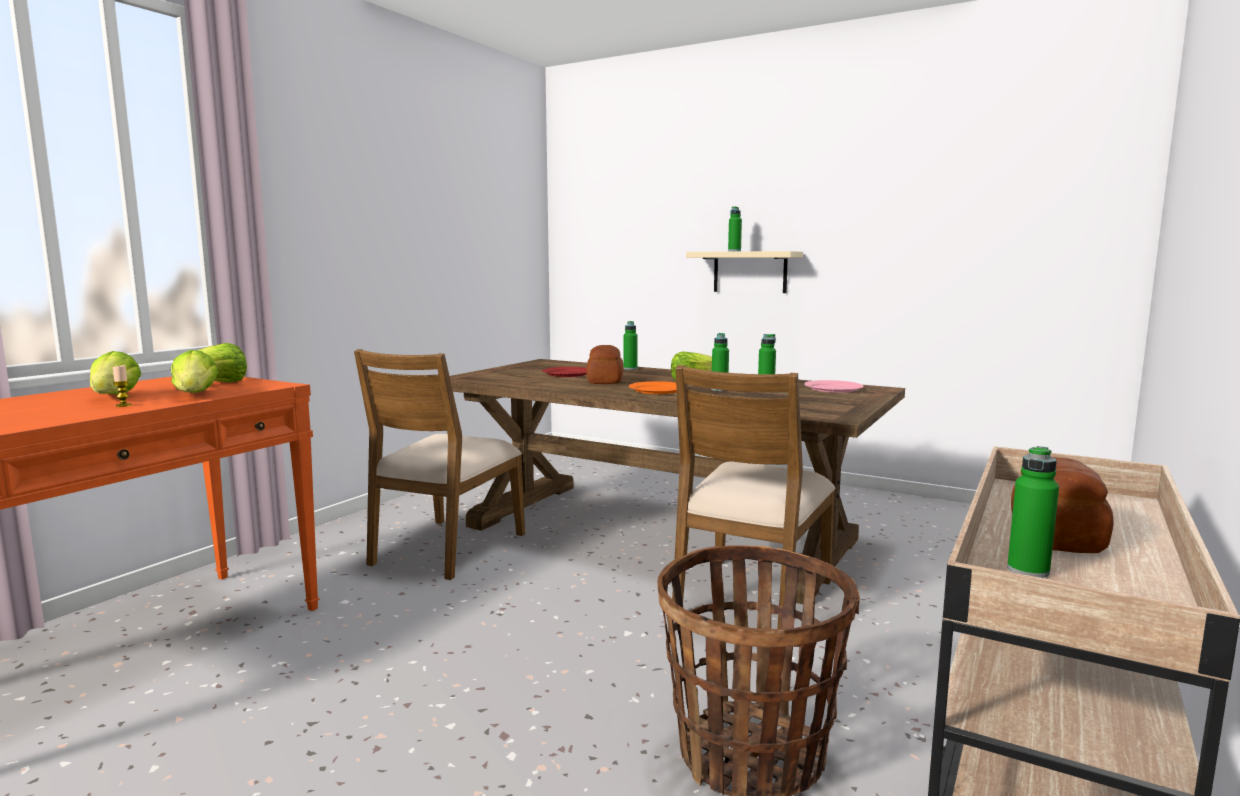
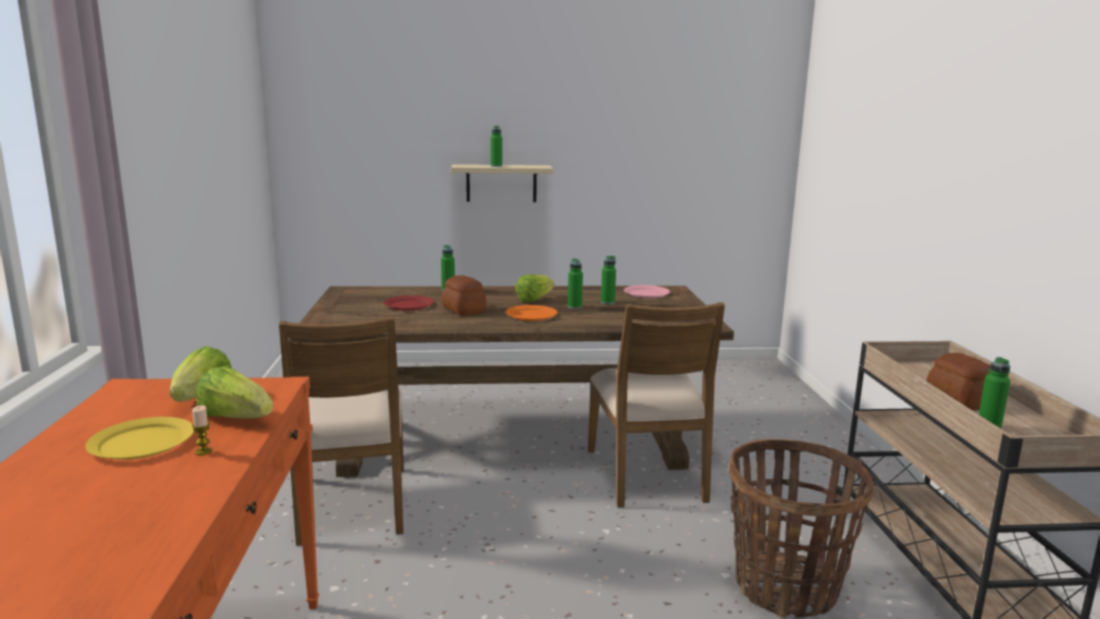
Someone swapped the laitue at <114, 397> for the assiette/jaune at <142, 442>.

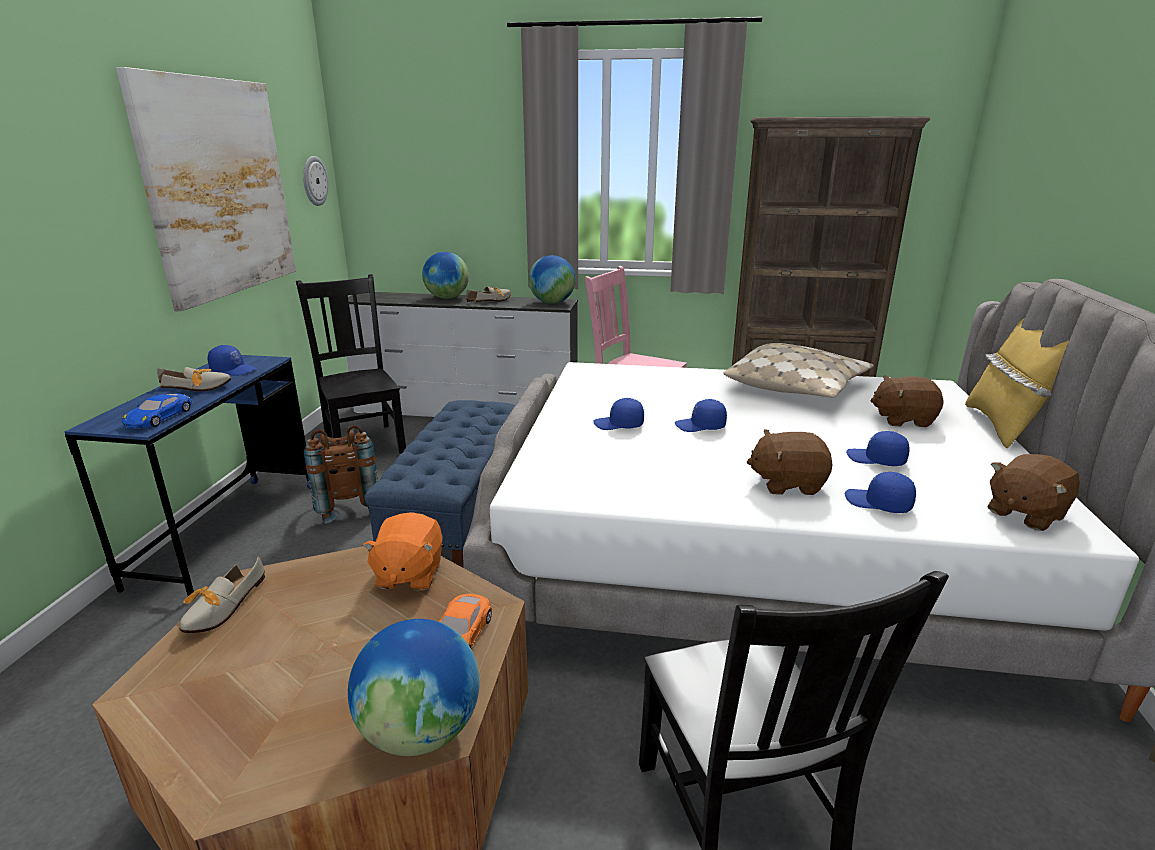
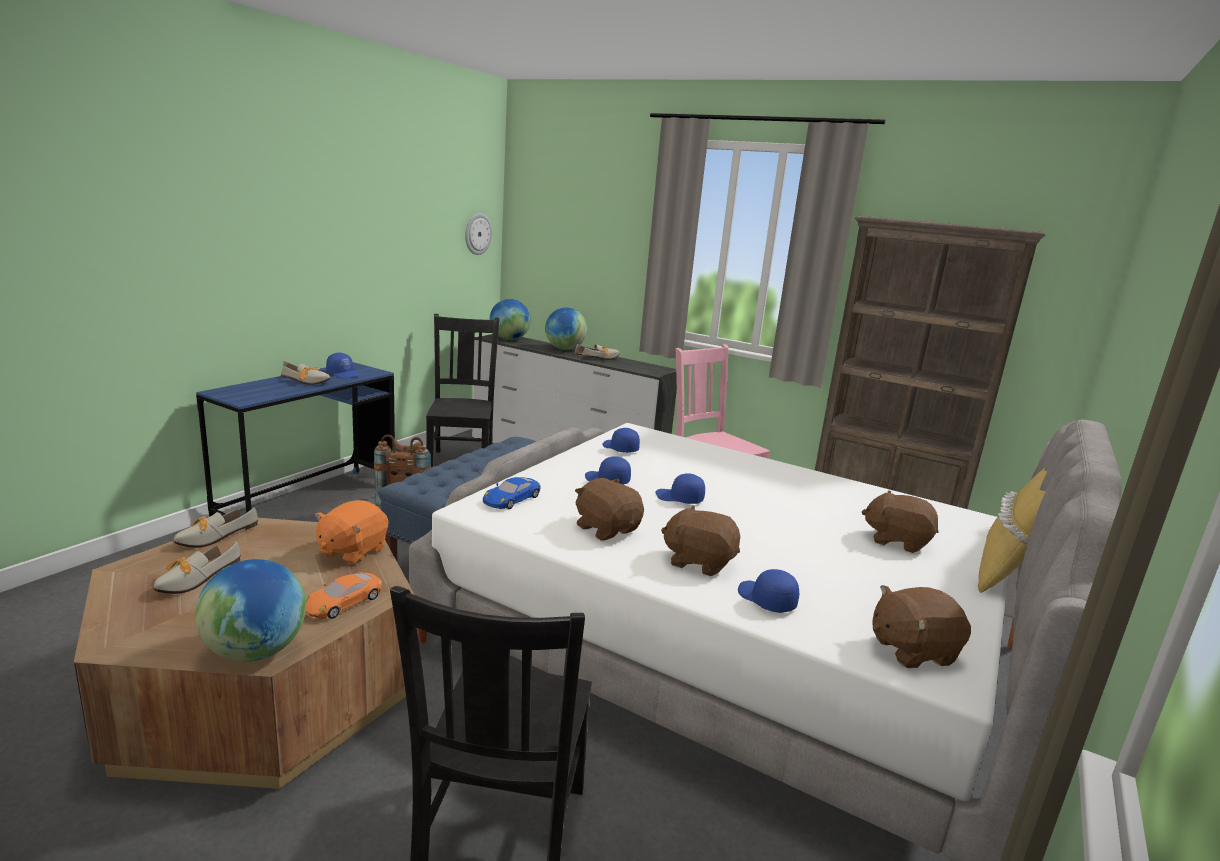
Someone took away the tableau at <219, 188>.
Someone carried the petite voiture/bleu from <159, 417> to <512, 499>.
Someone carried the globe from <552, 303> to <509, 339>.
Someone took away the coussin/beige at <797, 387>.
Someone carried the casquette/bleu from <876, 459> to <619, 448>.
Someone put down the chaussure at <192, 580>.
Someone put down the peluche/marron at <607, 529>.

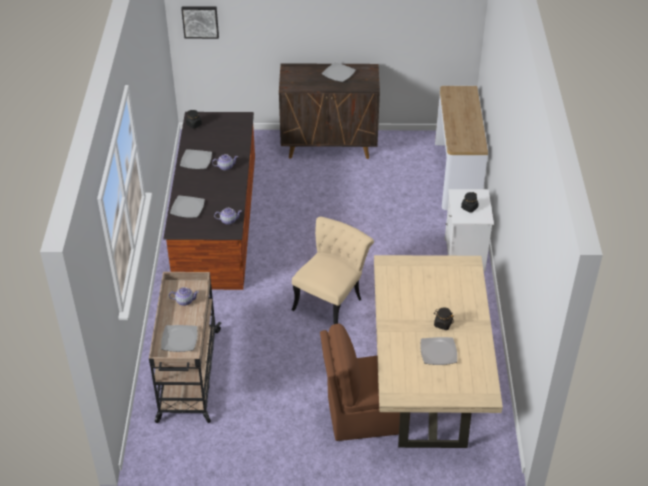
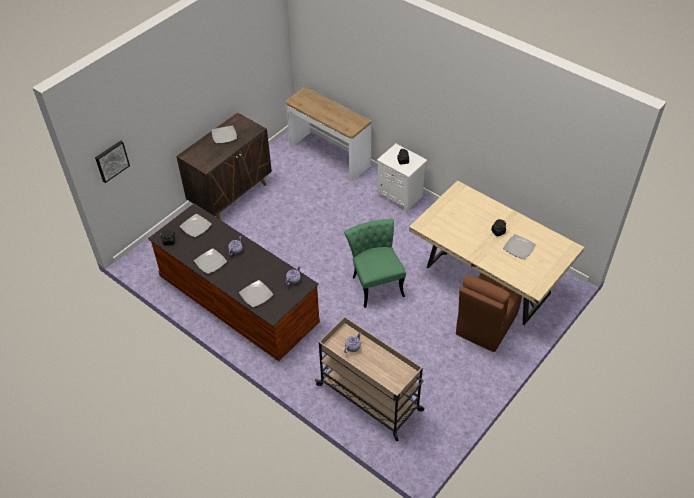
Someone carried the assiette from <180, 339> to <195, 226>.
Someone repainted the chaise/beige at <331, 300>, which became the chaise/vert at <375, 282>.

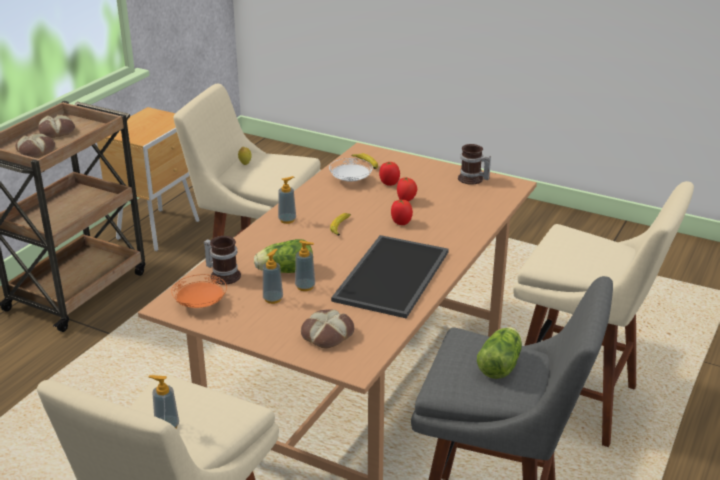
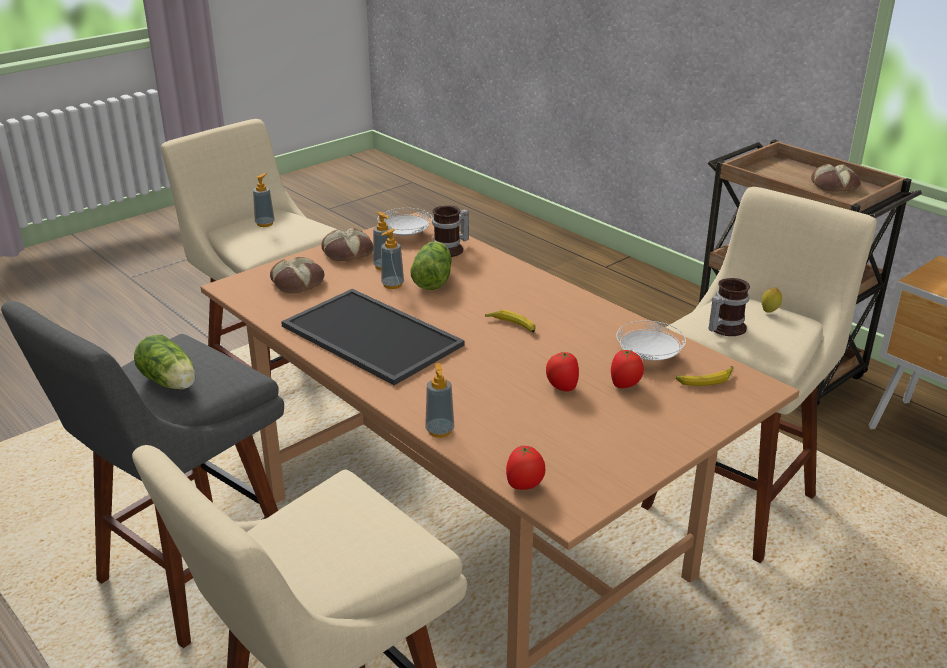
Someone carried the pain from <36, 150> to <348, 253>.
Someone repainted the assiette/orange at <200, 304>, which became the assiette/blanc at <405, 235>.
Someone carried the distributeur de savon from <287, 220> to <440, 431>.
Someone carried the tomate from <401, 222> to <525, 486>.
Someone carried the mug from <472, 180> to <723, 328>.

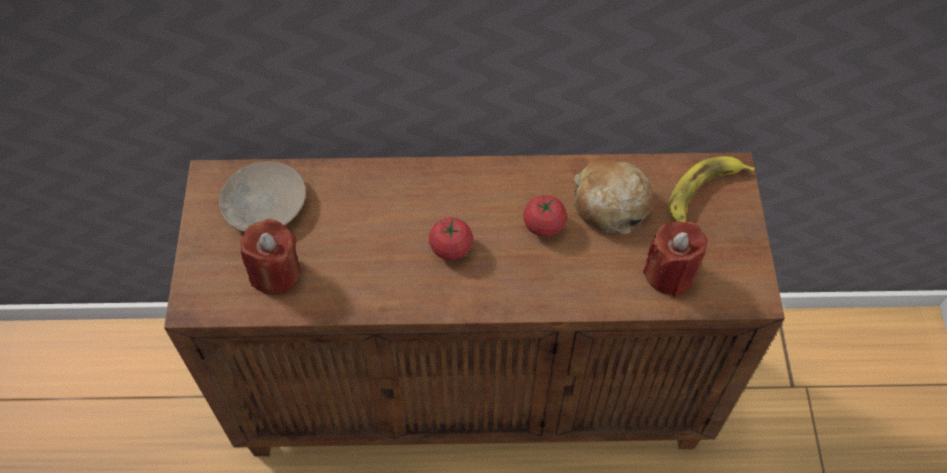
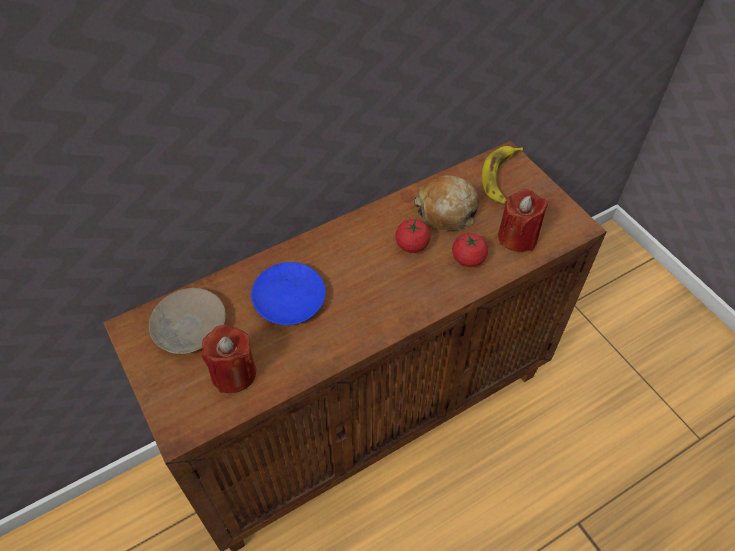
Someone carried the tomate from <451, 248> to <468, 259>.
Someone put down the assiette/bleu at <289, 298>.

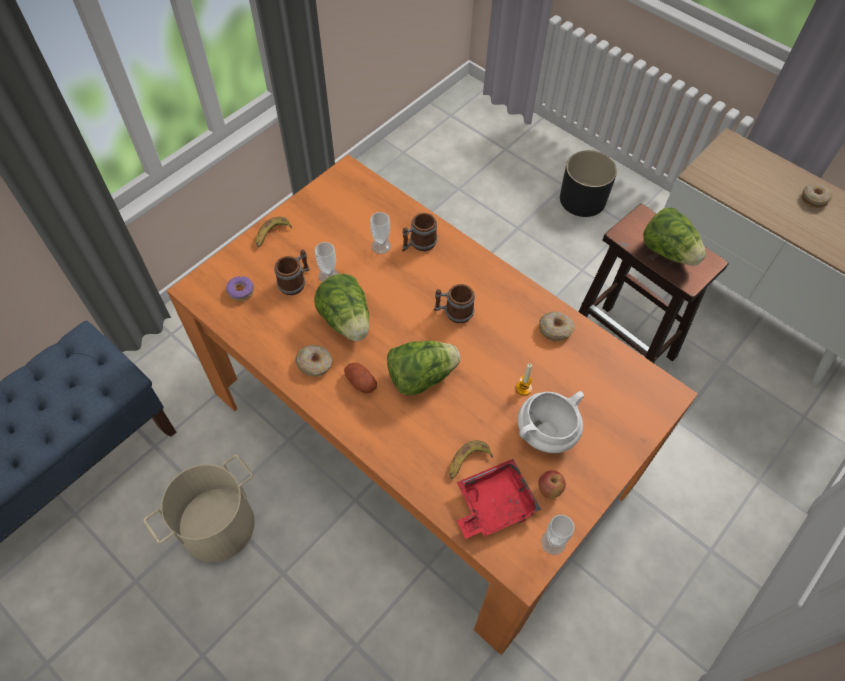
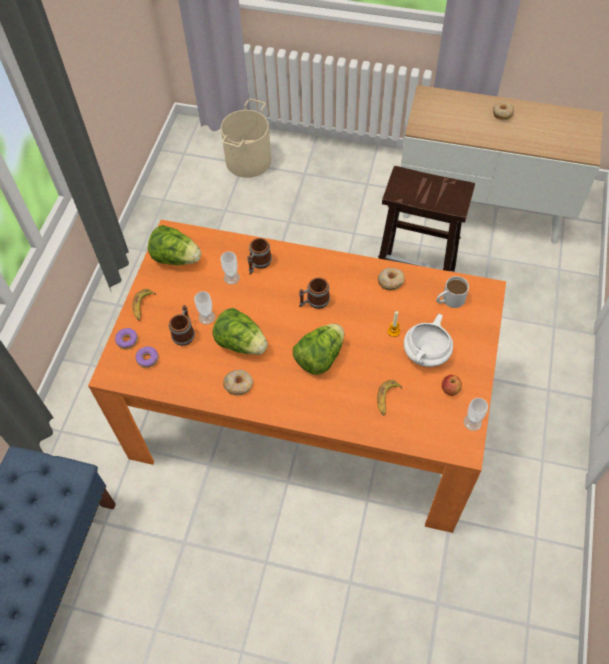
Someone carried the seau/beige from <218, 526> to <249, 160>.
Someone took away the pomme de terre at <360, 382>.
Someone took away the plateau/rouge at <494, 504>.
Someone took away the cache-pot/noir at <583, 199>.
Someone carried the laitue from <668, 251> to <176, 258>.
Someone put down the beignet at <127, 341>.
Someone put down the mug/blanc at <449, 300>.

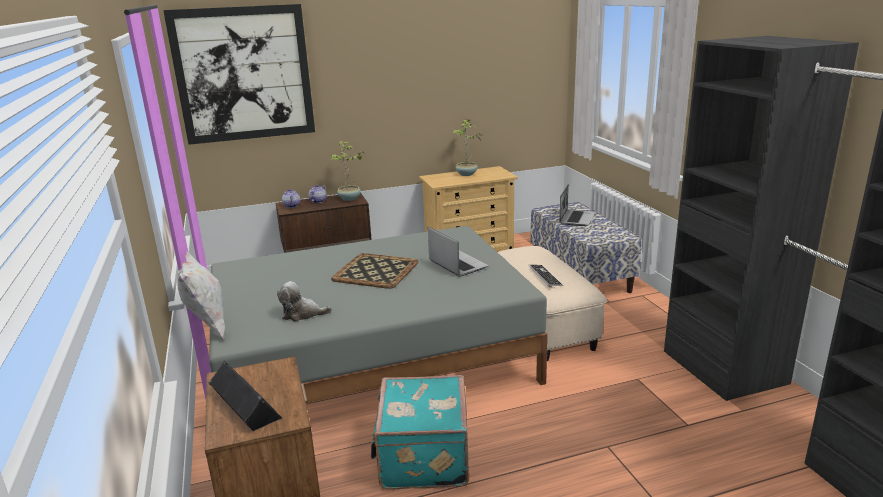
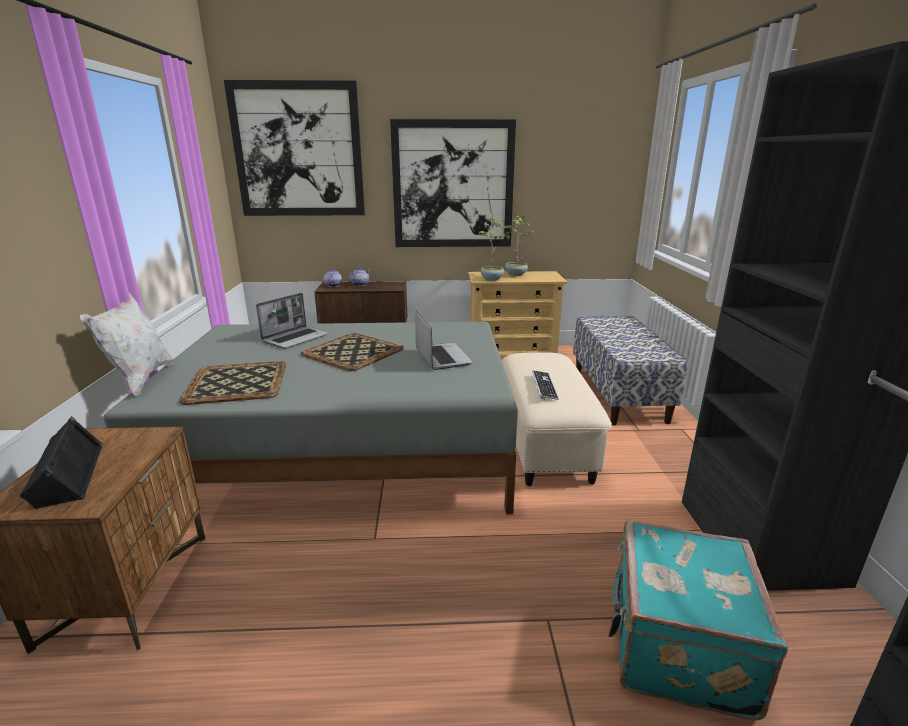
Someone swapped the peluche at <302, 314> for the plateau at <238, 383>.
Someone carried the plante en pot from <350, 198> to <492, 279>.
Someone carried the valise/turquoise from <422, 457> to <675, 646>.
Someone carried the ordinateur portable from <576, 218> to <296, 338>.
Someone put up the tableau at <453, 185>.

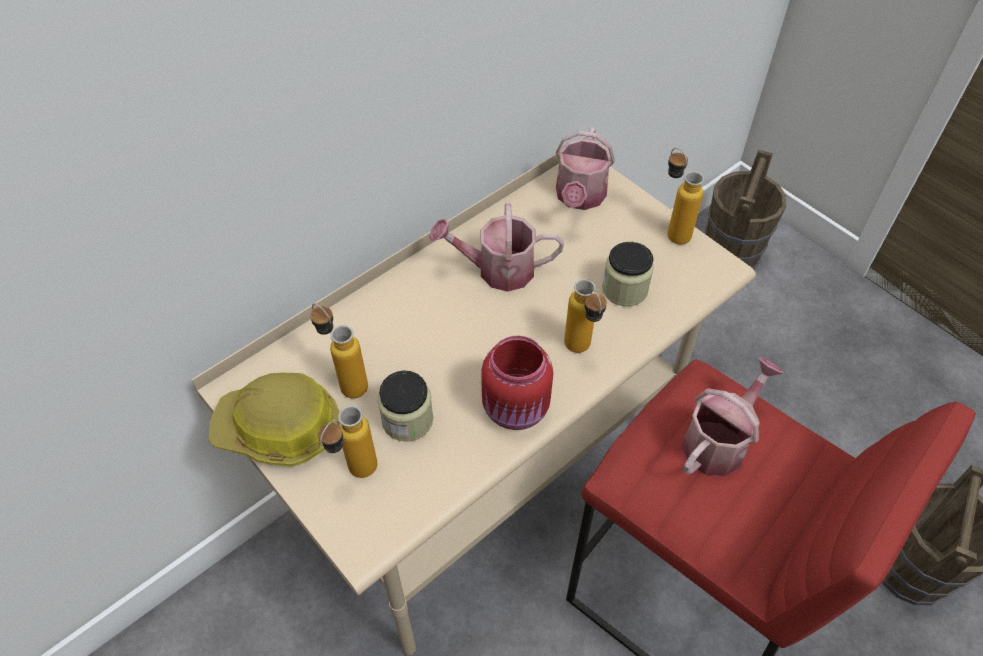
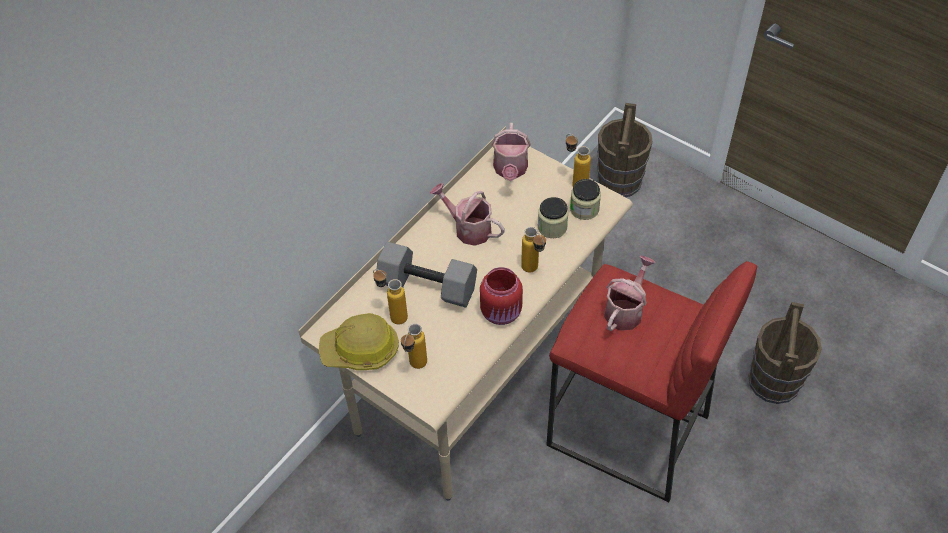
Someone carried the bocal from <407, 420> to <584, 209>.
Someone rotated the arrosoir at <497, 270> by 45 degrees clockwise.
Someone put down the haltère/gris at <426, 287>.

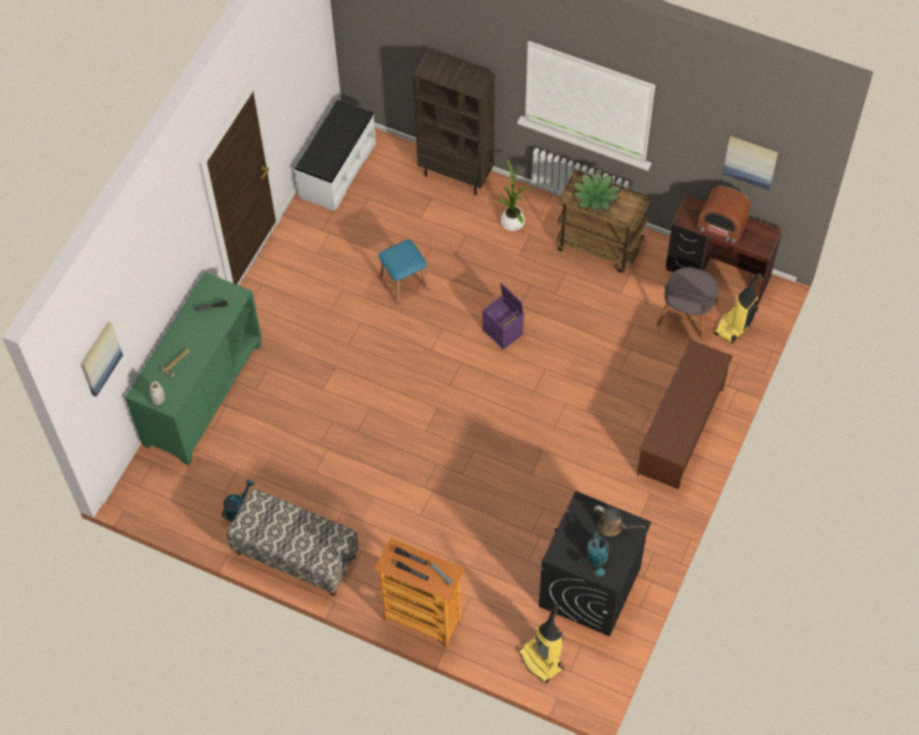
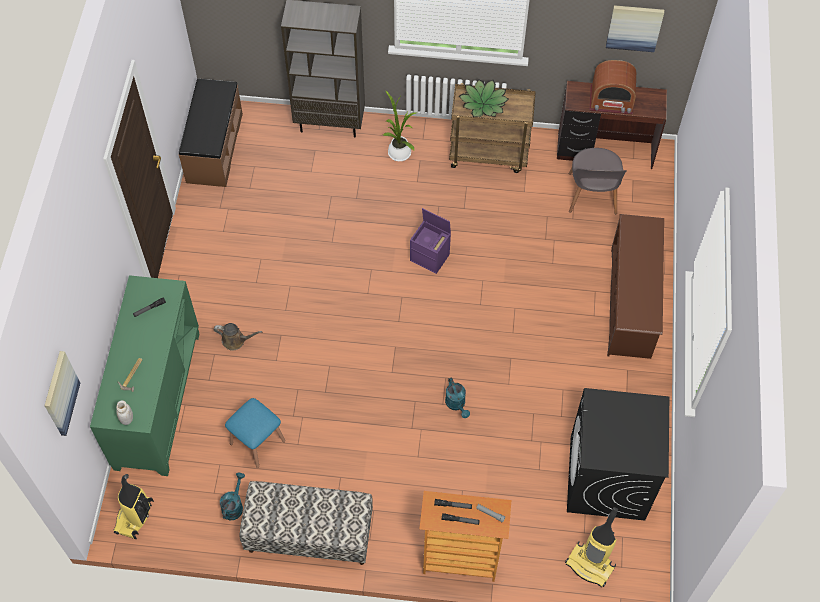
Someone repainted the banc/blanc at <337, 170>, which became the banc/marron at <214, 148>.
Someone carried the tabouret/bleu from <404, 283> to <257, 442>.
Someone carried the arrosoir/turquoise from <597, 560> to <457, 404>.
Someone carried the arrosoir/marron from <613, 526> to <236, 340>.
Someone carried the aspirateur from <734, 327> to <135, 517>.

